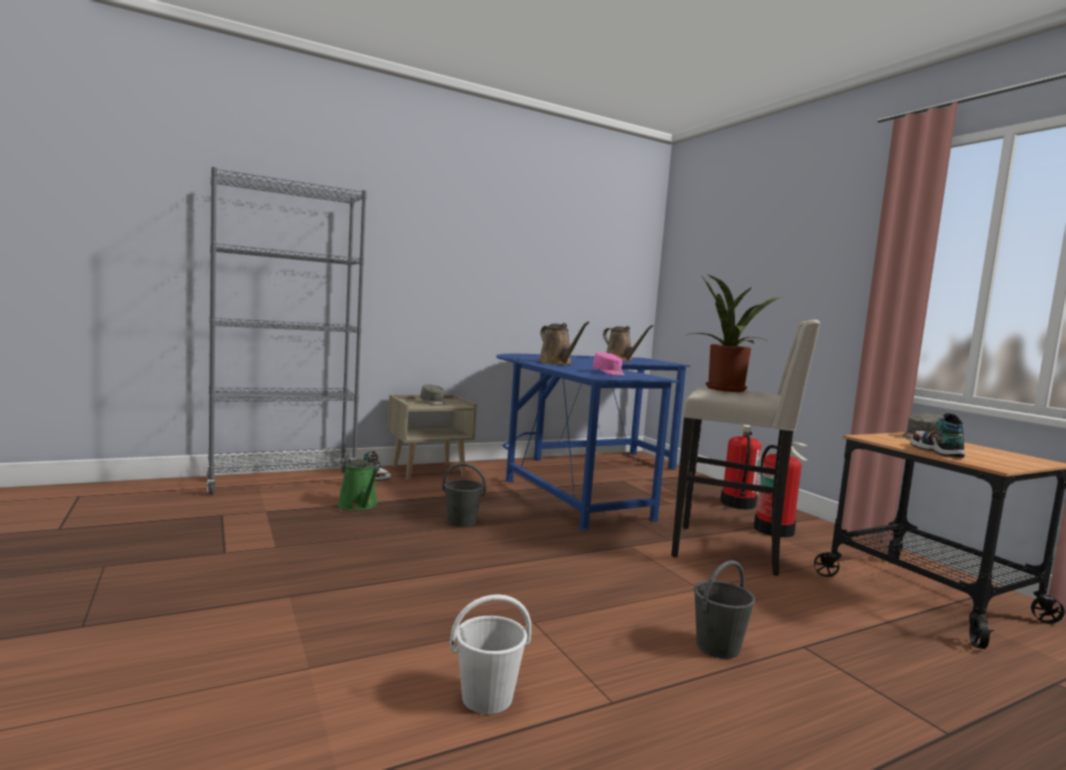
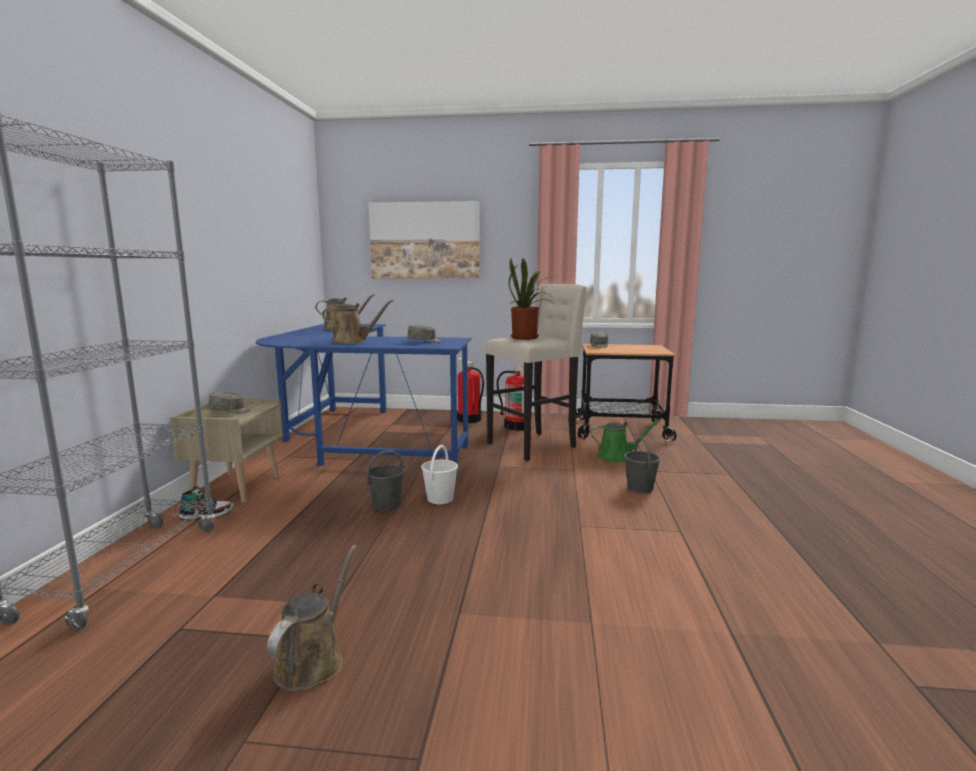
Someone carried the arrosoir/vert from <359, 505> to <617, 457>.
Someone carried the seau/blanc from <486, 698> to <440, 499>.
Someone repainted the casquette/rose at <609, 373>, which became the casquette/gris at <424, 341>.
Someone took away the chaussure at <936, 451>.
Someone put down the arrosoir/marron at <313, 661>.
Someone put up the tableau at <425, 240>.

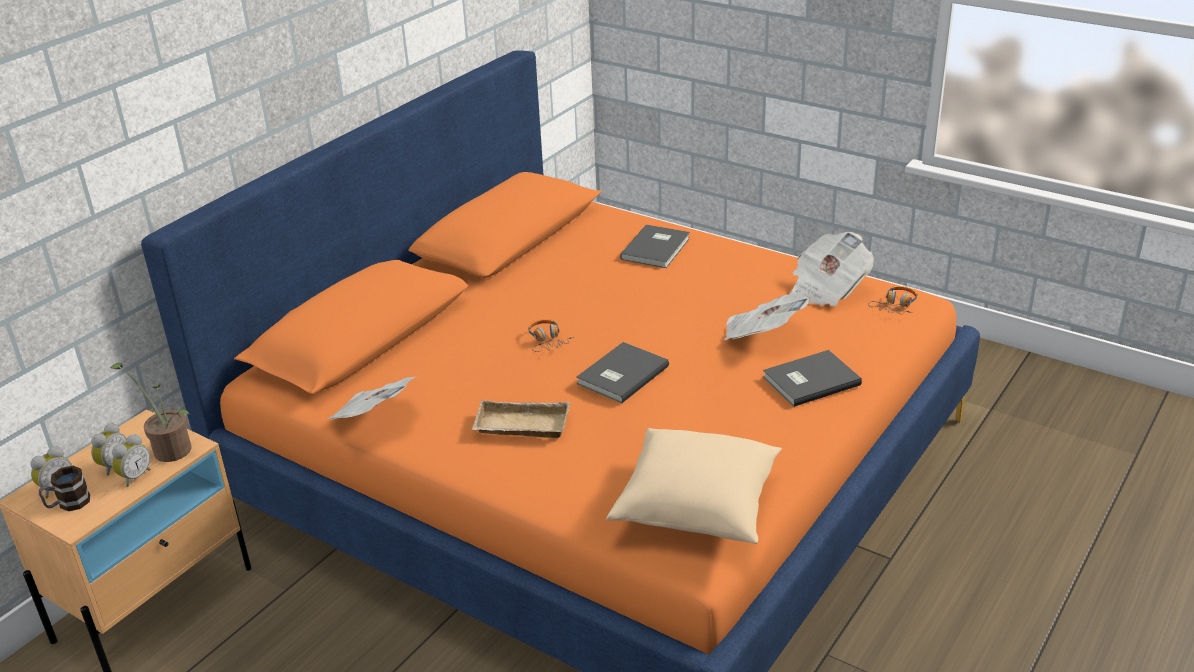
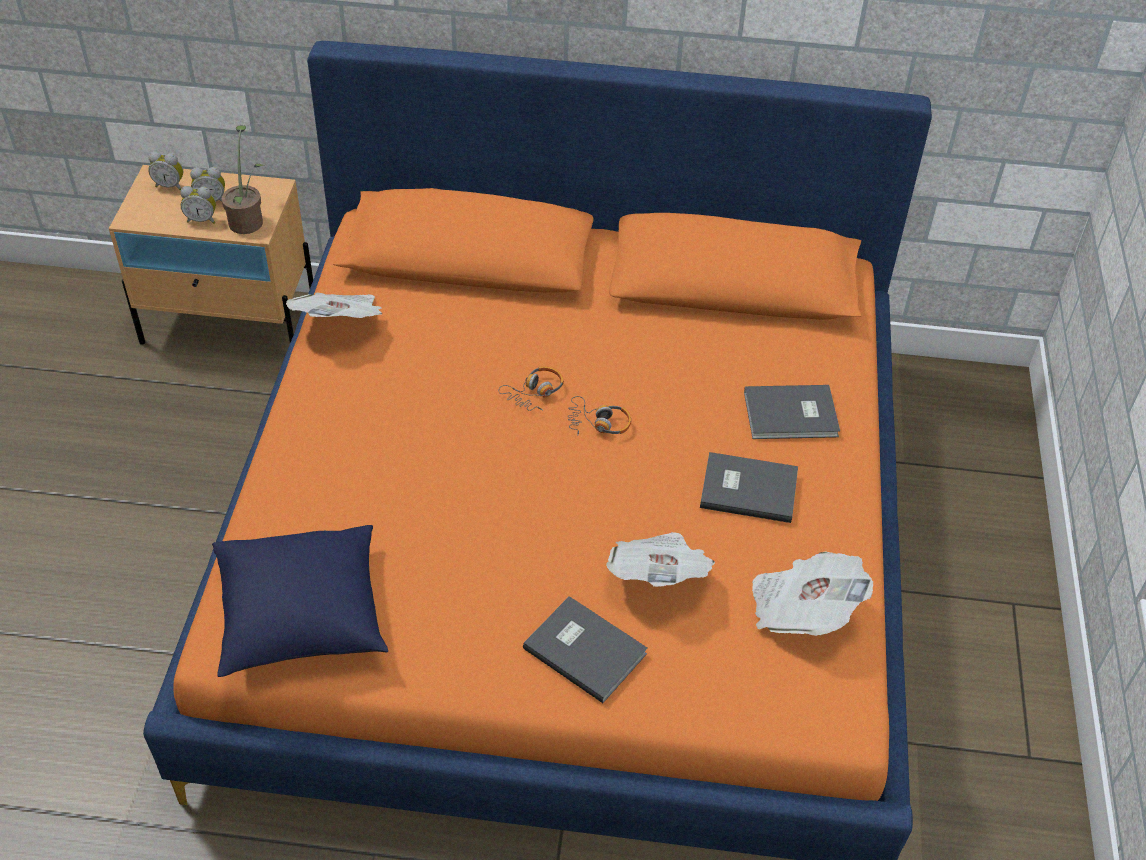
Someone took away the mug at <68, 504>.
Someone took away the plateau/beige at <520, 427>.
Someone carried the livre/gris from <620, 375> to <747, 488>.
Someone repainted the coussin/beige at <697, 507>, which became the coussin/bleu at <302, 617>.
Someone carried the casque audio from <895, 305> to <598, 423>.

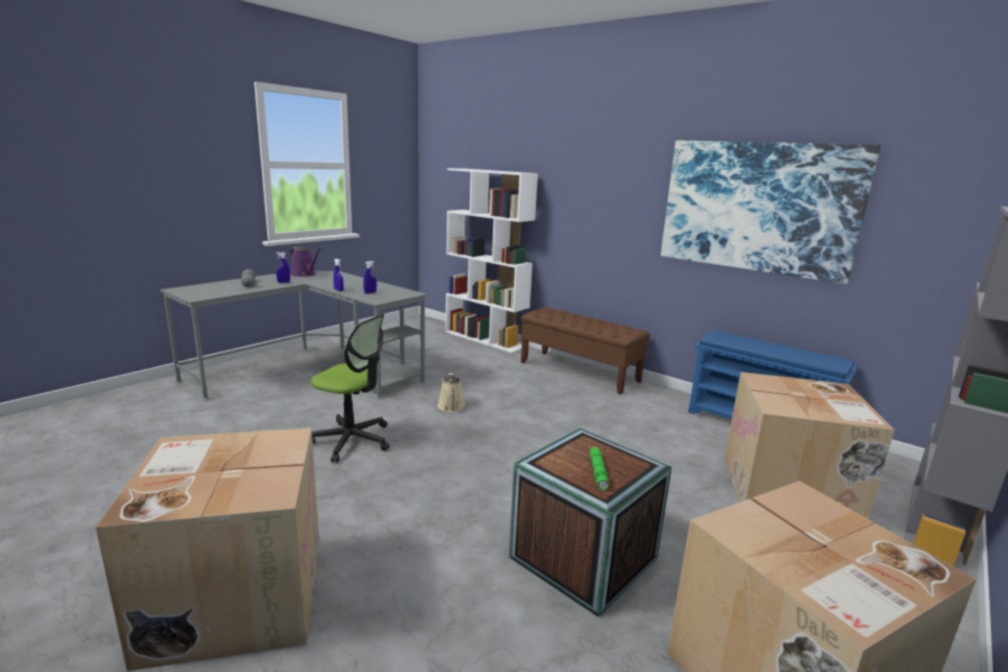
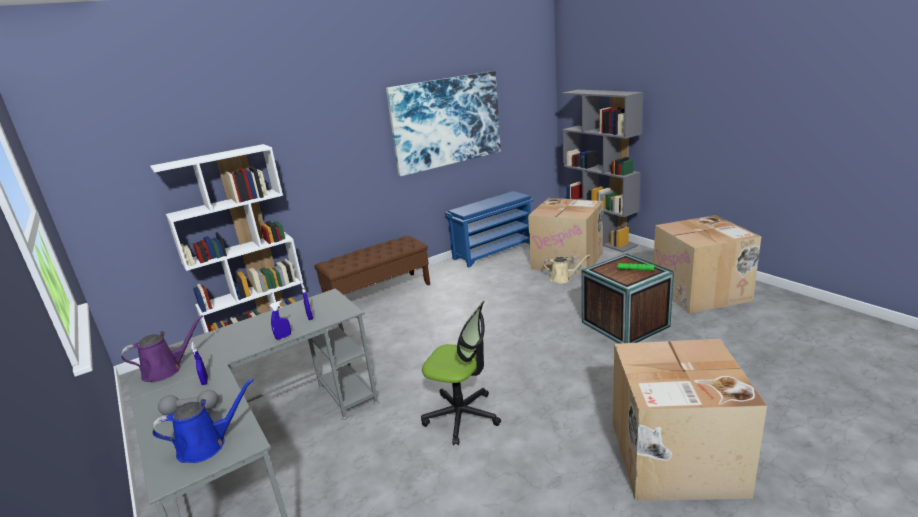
Someone rotated the chaise de bureau at <352, 440> by 75 degrees clockwise.
Someone carried the arrosoir/beige from <451, 407> to <562, 279>.
Someone put down the arrosoir/bleu at <207, 445>.

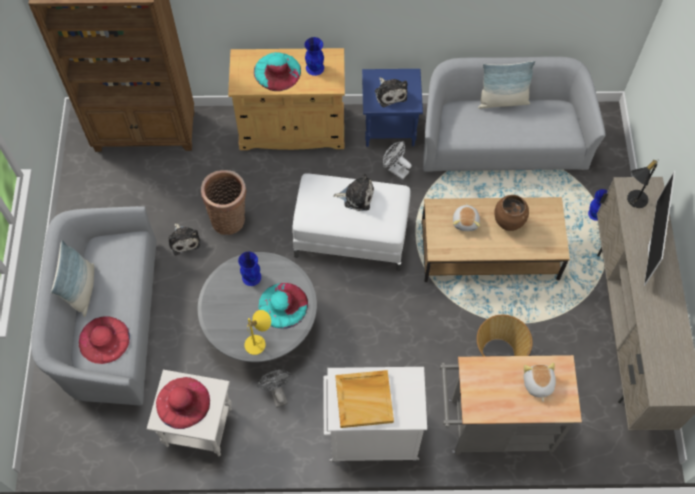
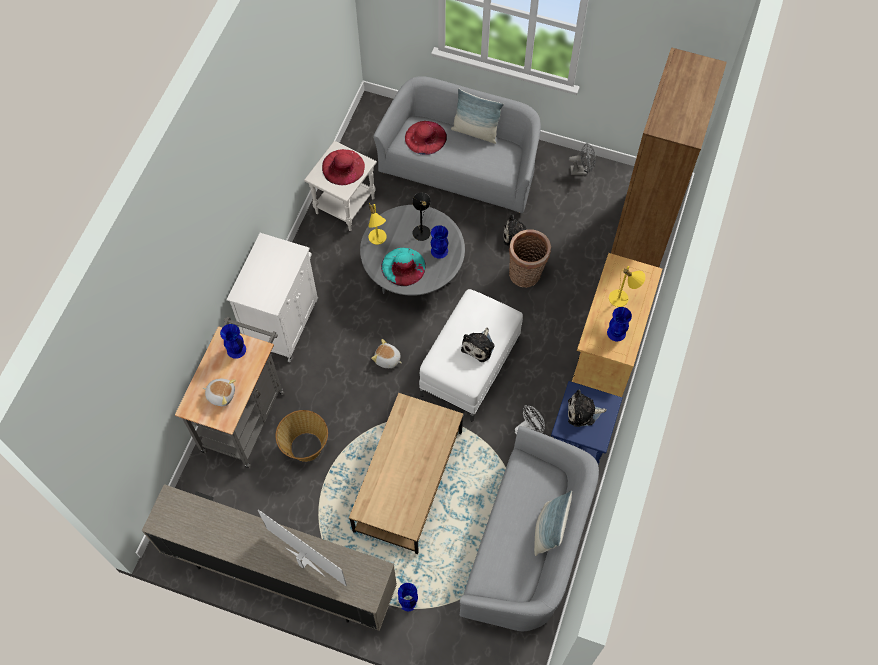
Someone swapped the chapeau/turquoise at <277, 71> for the lampe de table/jaune at <622, 299>.
Someone carried the ventilateur/gris from <277, 393> to <581, 170>.
Someone took away the plateau/beige at <364, 399>.
Someone carried the peluche from <466, 221> to <387, 359>.
Someone took away the vase/marron at <508, 223>.
Someone carried the lampe de table/noir from <633, 200> to <421, 229>.
Someone put down the vase/bleu at <236, 350>.

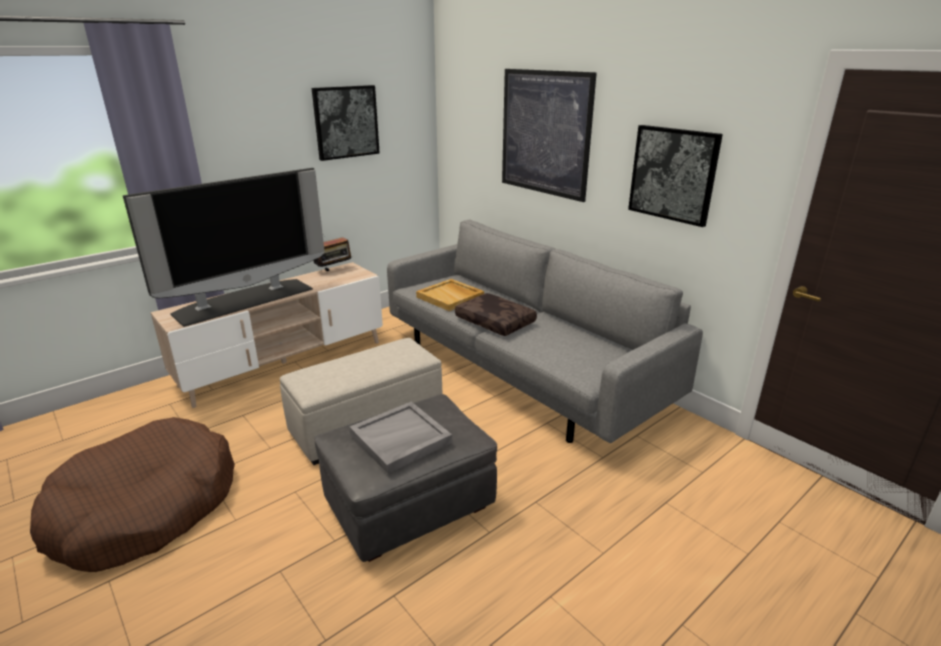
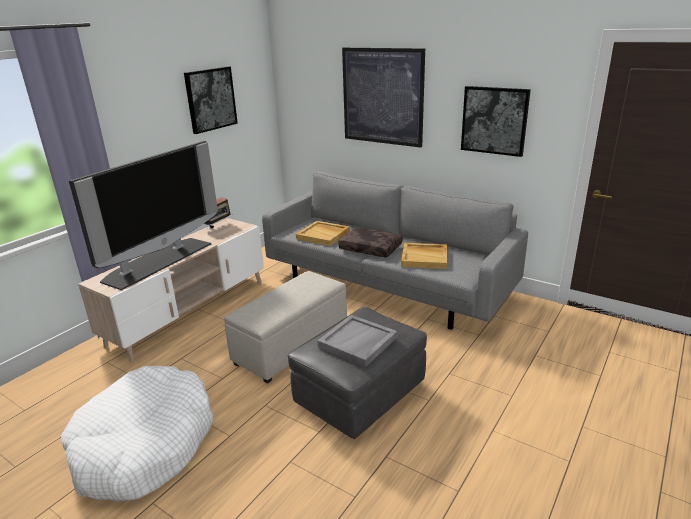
Someone repainted the panier pour chien/marron at <145, 508>, which became the panier pour chien/blanc at <145, 444>.
Someone put down the plateau/beige at <425, 257>.

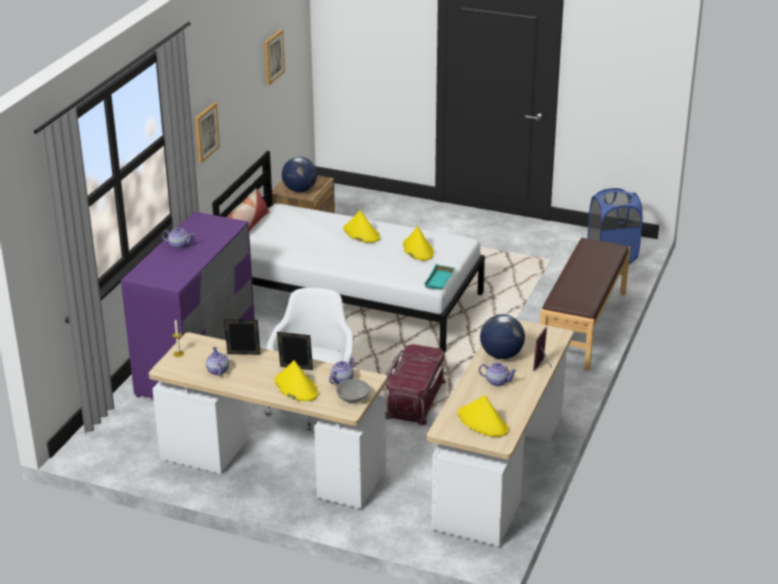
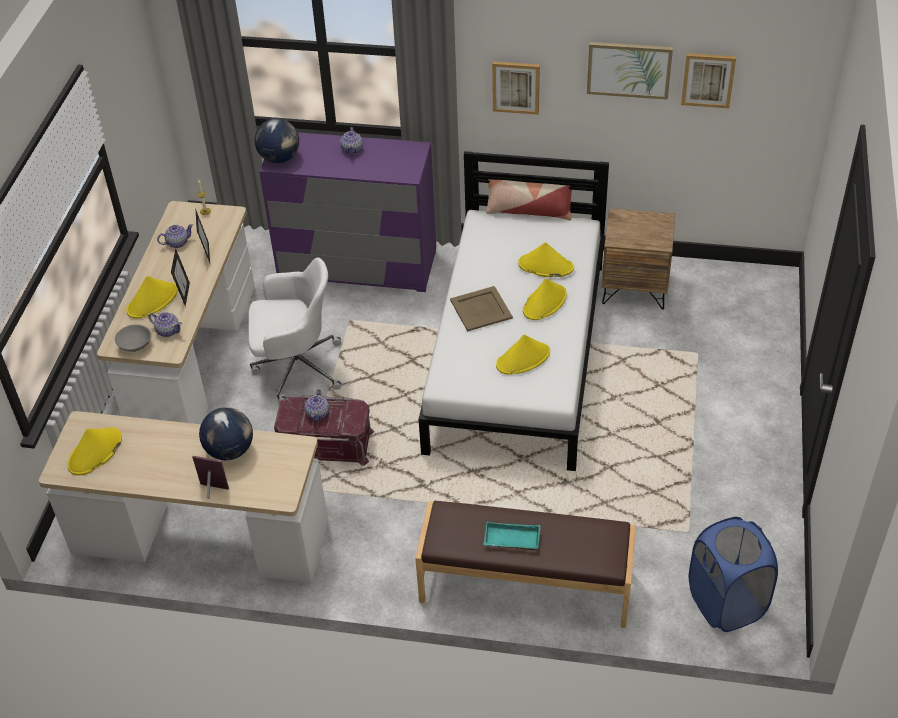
Someone carried the globe from <300, 190> to <280, 158>.
Someone carried the plateau/turquoise from <440, 281> to <511, 540>.
Someone carried the théière from <497, 381> to <318, 413>.
Someone put down the plateau/beige at <481, 309>.
Someone put down the chapeau/jaune at <545, 266>.
Someone put up the tableau at <629, 69>.

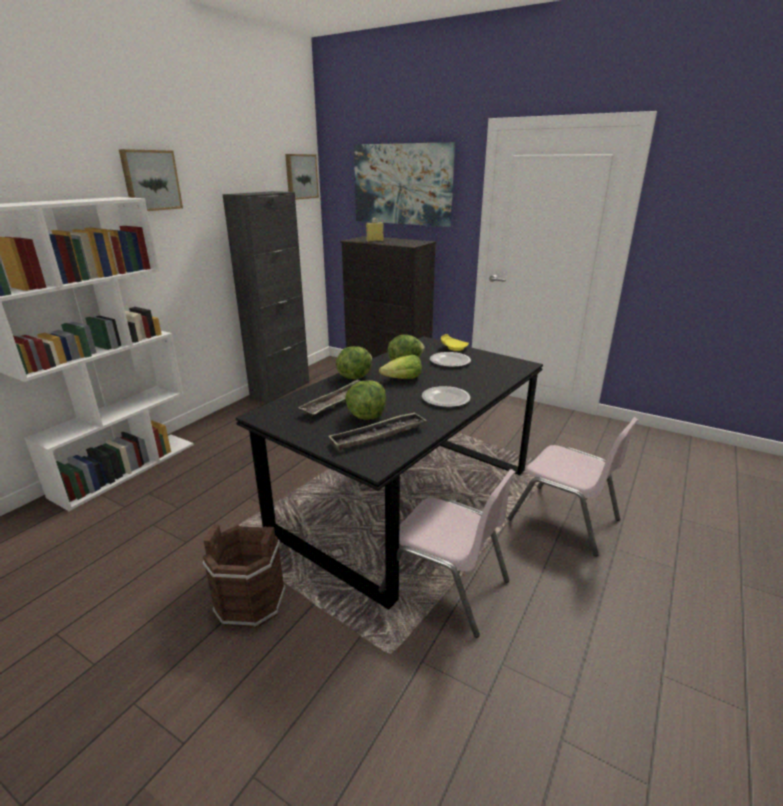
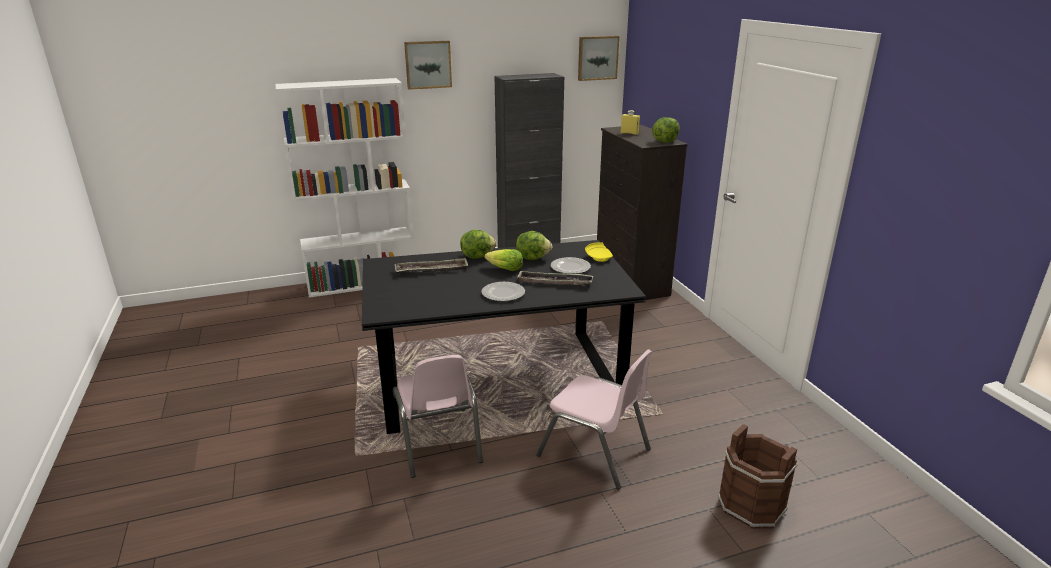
Someone carried the seau/marron from <250, 601> to <751, 505>.
Someone carried the plateau from <378, 435> to <555, 282>.
Someone carried the laitue from <366, 416> to <664, 141>.
Someone took away the tableau at <402, 184>.
Someone rotated the chaise/rose at <564, 519> by 45 degrees counterclockwise.

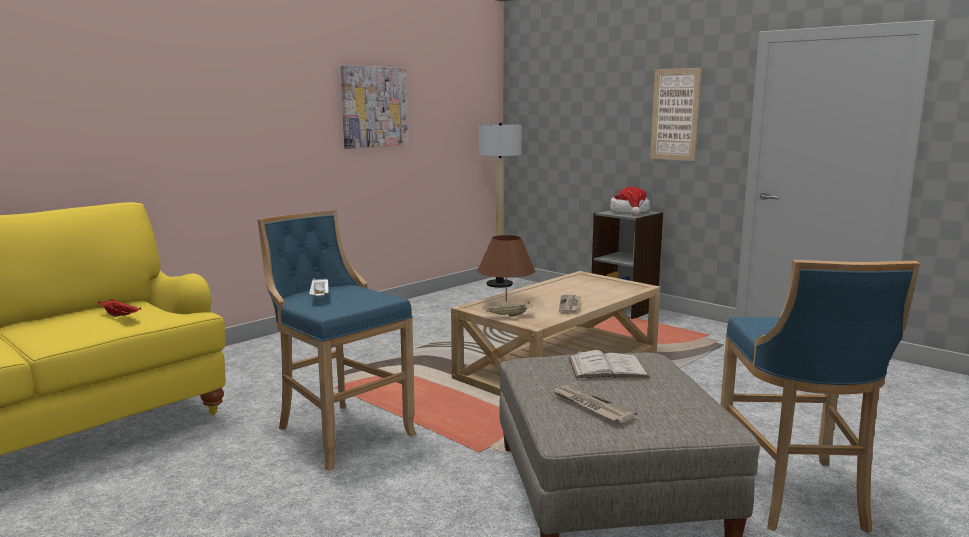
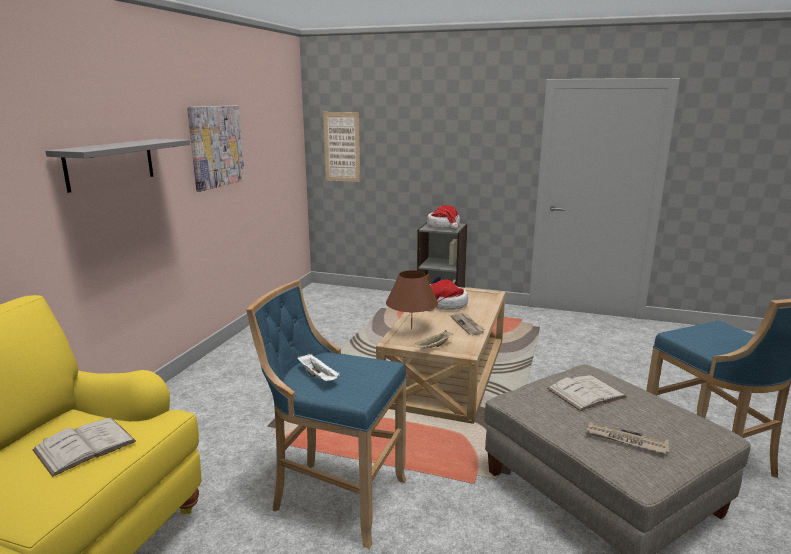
Someone swapped the plateau/rouge at <121, 316> for the livre/blanc at <85, 445>.
Someone took away the lampadaire at <499, 284>.
Someone carried the tableau from <675, 114> to <342, 147>.
Someone put up the étagère/gris at <110, 164>.
Someone put down the chapeau at <446, 305>.

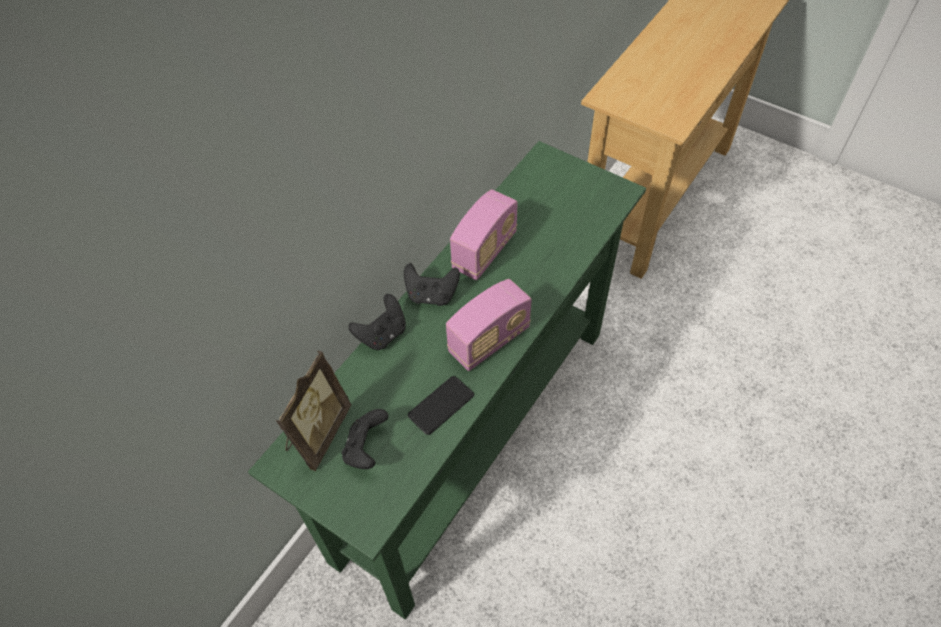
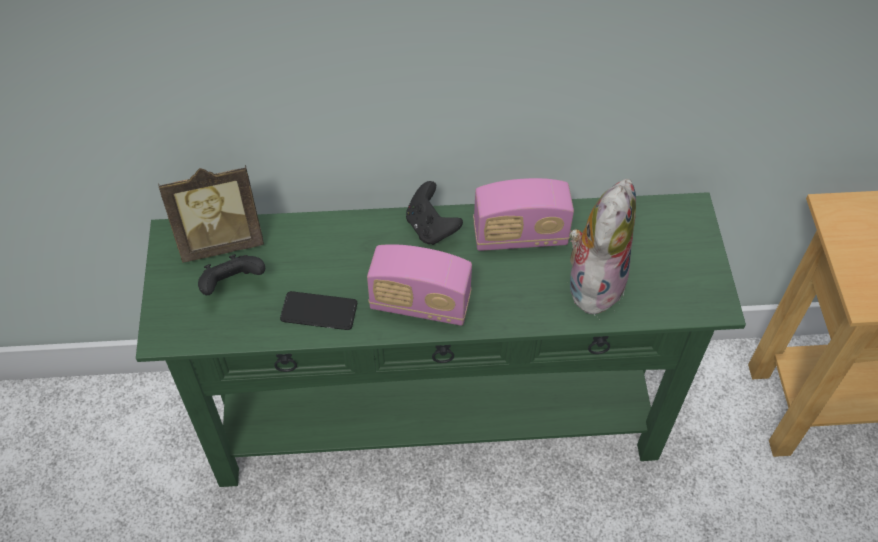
Someone took away the manette/noir at <382, 334>.
Someone put down the peluche at <593, 281>.

